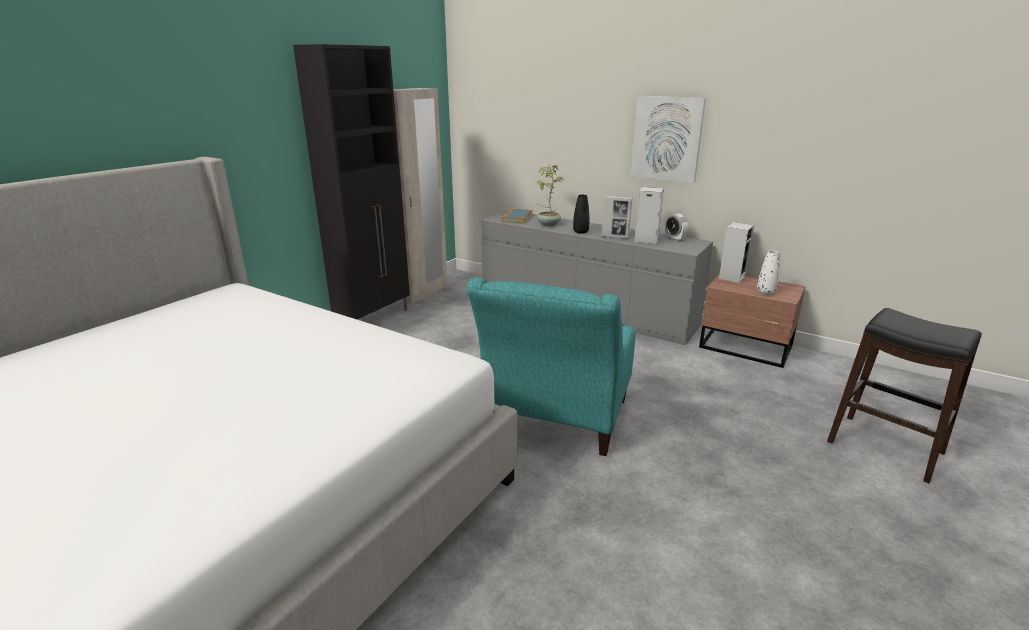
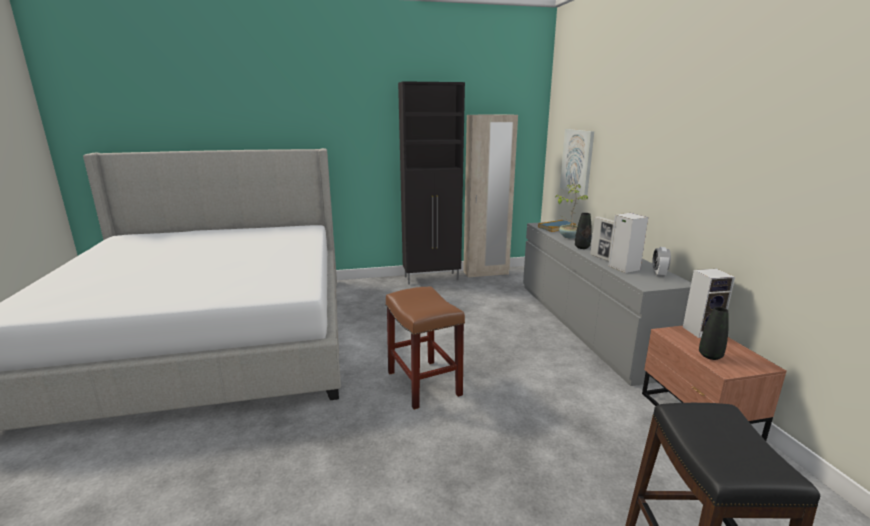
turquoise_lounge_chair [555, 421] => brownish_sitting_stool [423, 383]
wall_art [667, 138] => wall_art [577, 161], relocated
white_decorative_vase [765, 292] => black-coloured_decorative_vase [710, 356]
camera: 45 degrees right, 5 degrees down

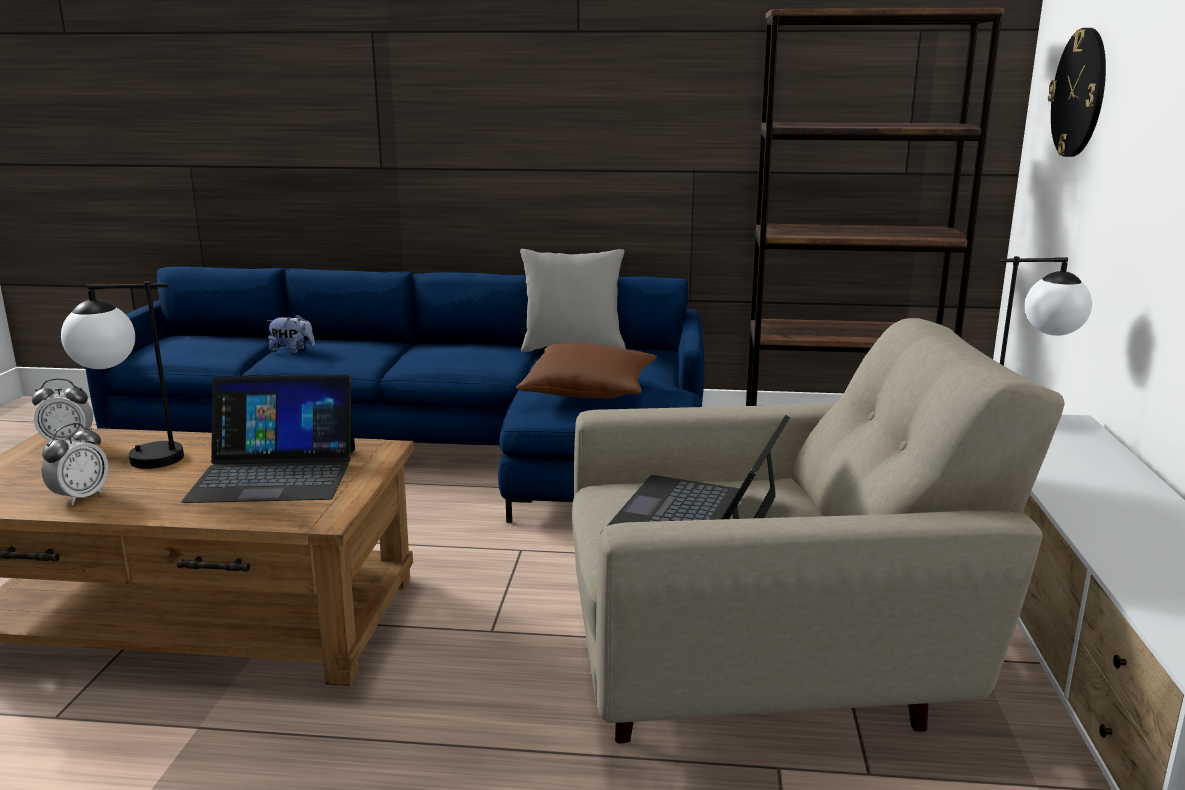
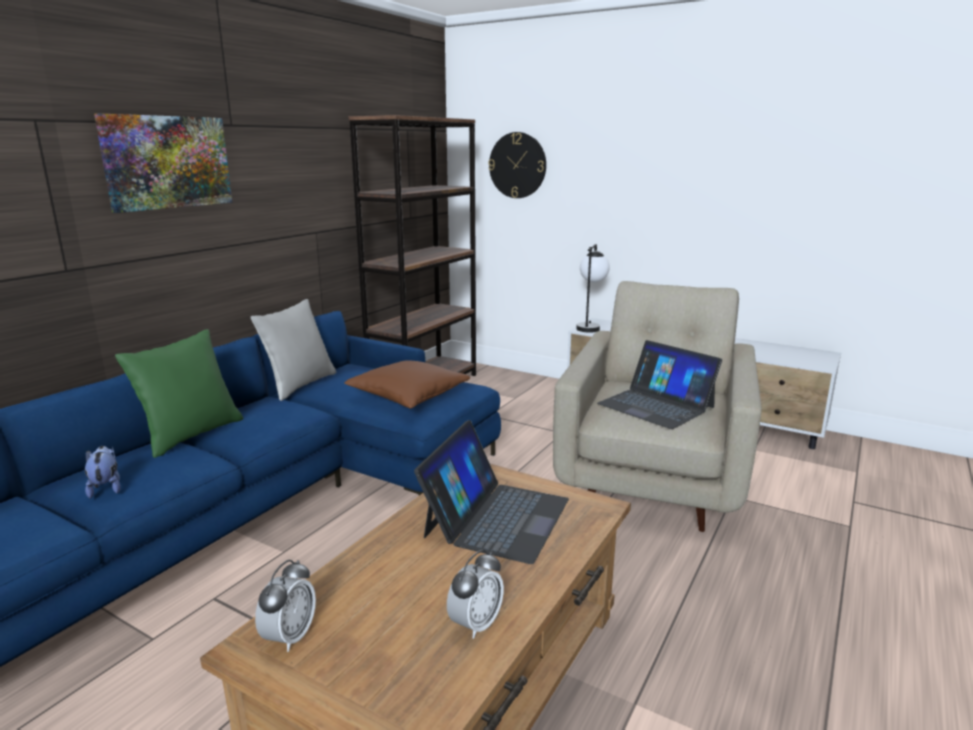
plush_toy [292, 350] => plush_toy [106, 488], 60 degrees counterclockwise
nothing => wall_art [167, 162]
nothing => green_throw_pillow [191, 435]
table_clock [80, 497] => table_clock [475, 624], 75 degrees clockwise
tabletop_lamp [134, 460] => nothing
camera: 65 degrees left, 0 degrees up

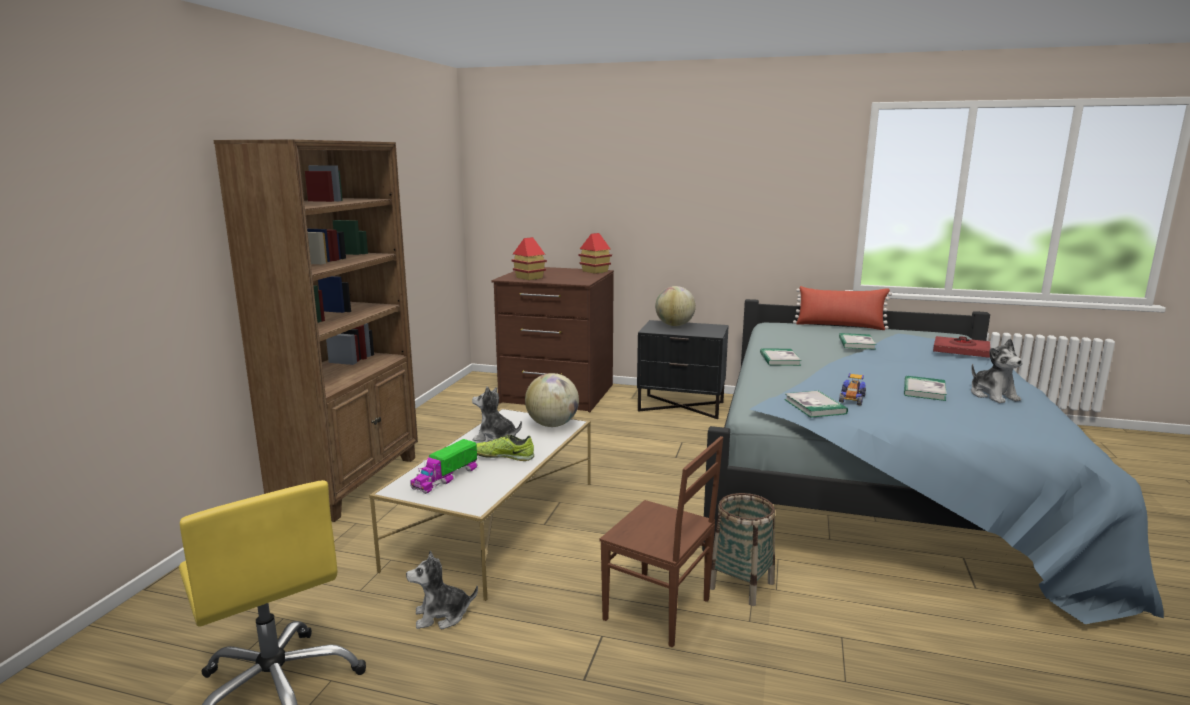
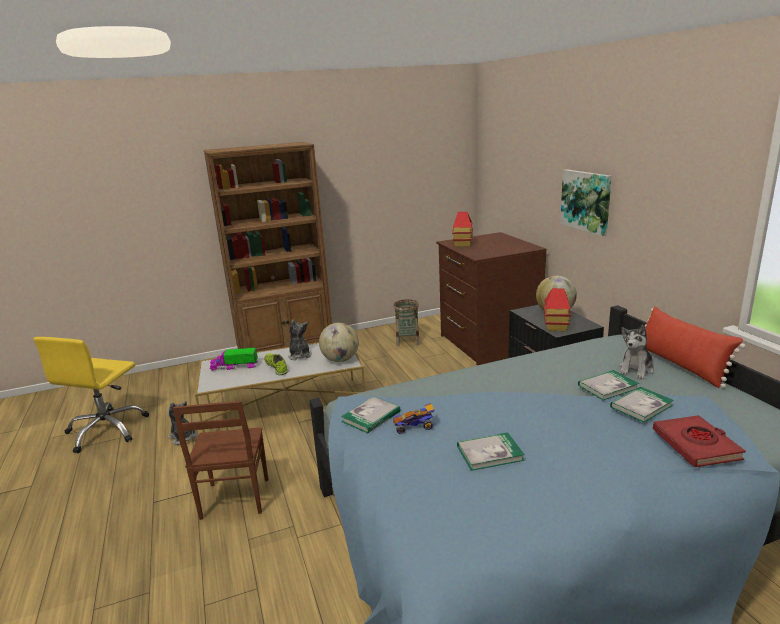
storage_basket [741, 585] => storage_basket [407, 341], relocated
toy_house [595, 271] => toy_house [555, 327], relocated
nothing => wall_art [586, 201]
volume [779, 359] => volume [641, 406], relocated
plush_toy [993, 395] => plush_toy [636, 370], relocated
camera: 55 degrees right, 5 degrees up

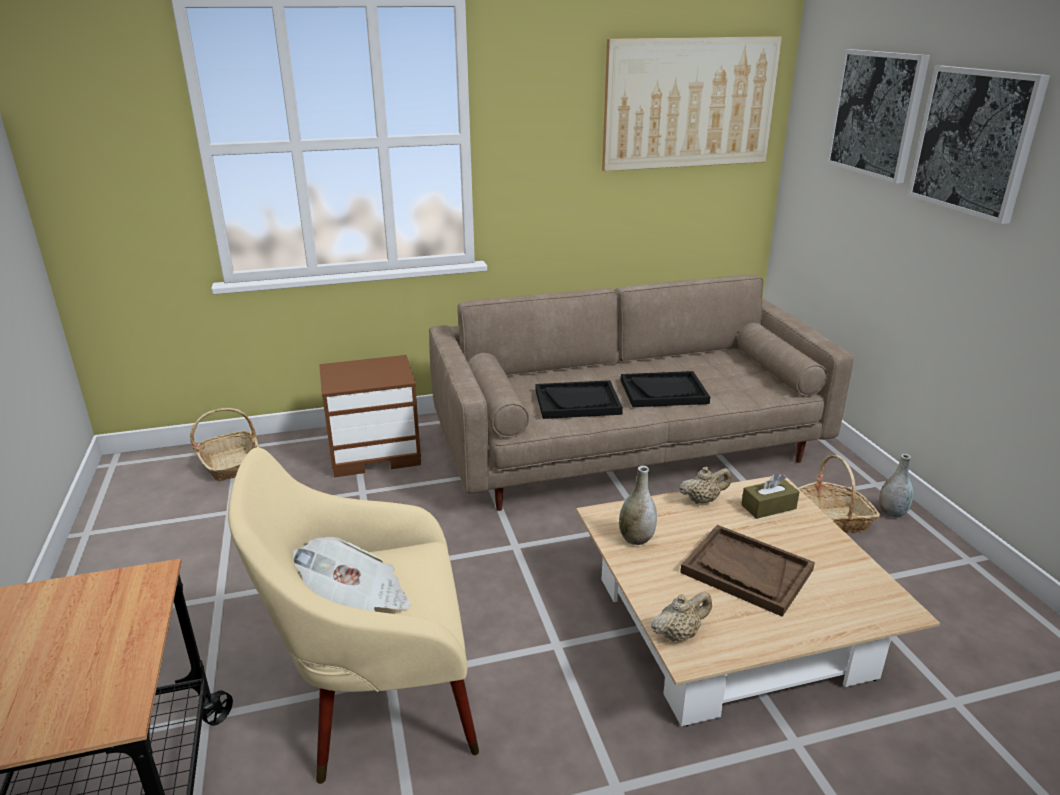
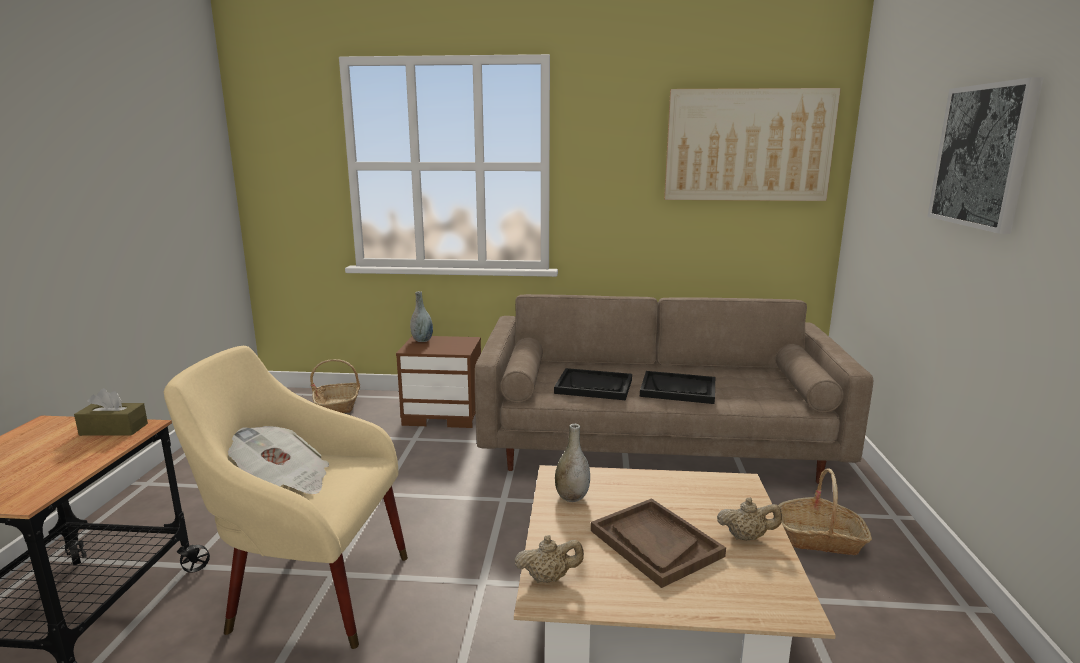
brownish_tissue_box [768, 507] => brownish_tissue_box [114, 429], relocated
greyish_decorative_vase [892, 513] => greyish_decorative_vase [422, 340], relocated
sand-coloured_pot_for_tea [703, 500] => sand-coloured_pot_for_tea [746, 537], relocated
wall_art [876, 114] => nothing
camera: 20 degrees right, 10 degrees down

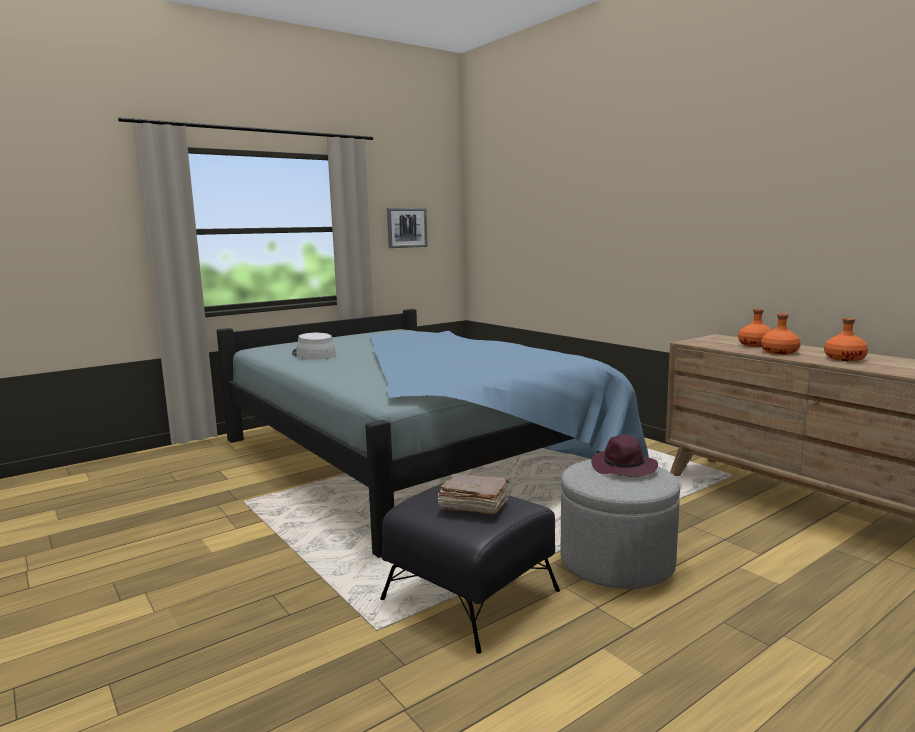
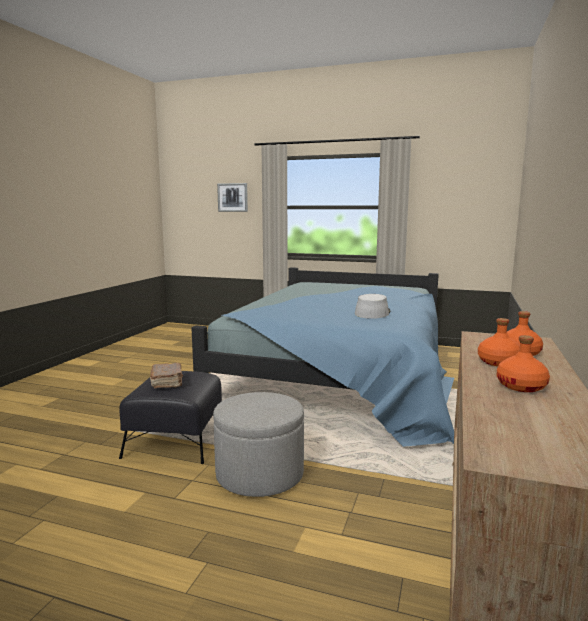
wall_art [406, 227] => wall_art [232, 197], relocated
greyish_clothing_hat [313, 354] => greyish_clothing_hat [372, 313], relocated
purple-coloured_clothing_hat [624, 468] => nothing
camera: 55 degrees right, 0 degrees up

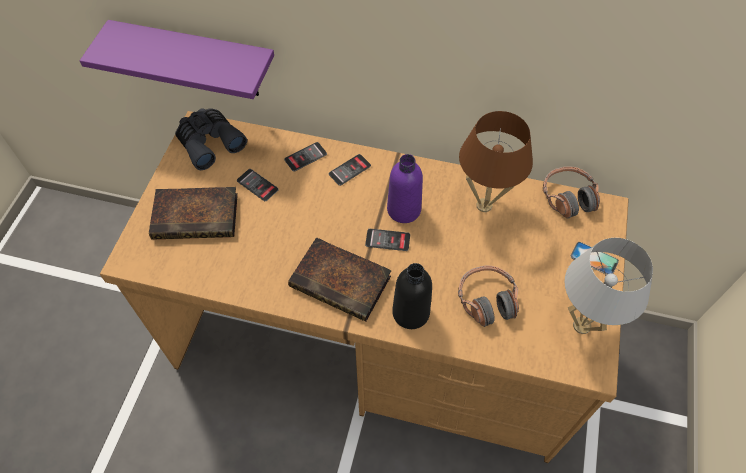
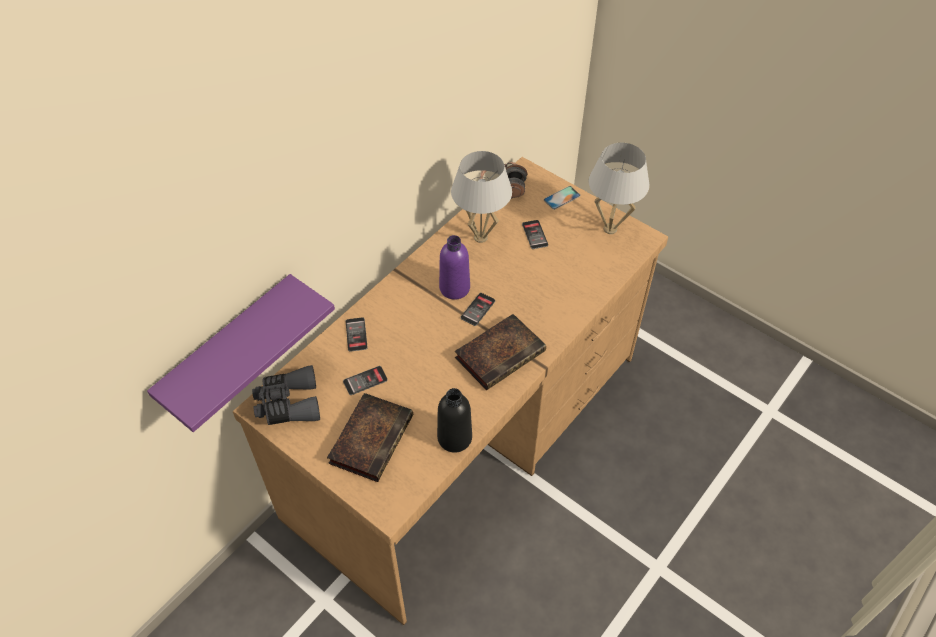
black-coloured_bottle [411, 313] => black-coloured_bottle [454, 438], relocated
brownish_tabletop_lamp [484, 205] => white_tabletop_lamp [481, 237]
phone [349, 170] => phone [535, 235], relocated
headphones [487, 300] => nothing
camera: 65 degrees left, 5 degrees down

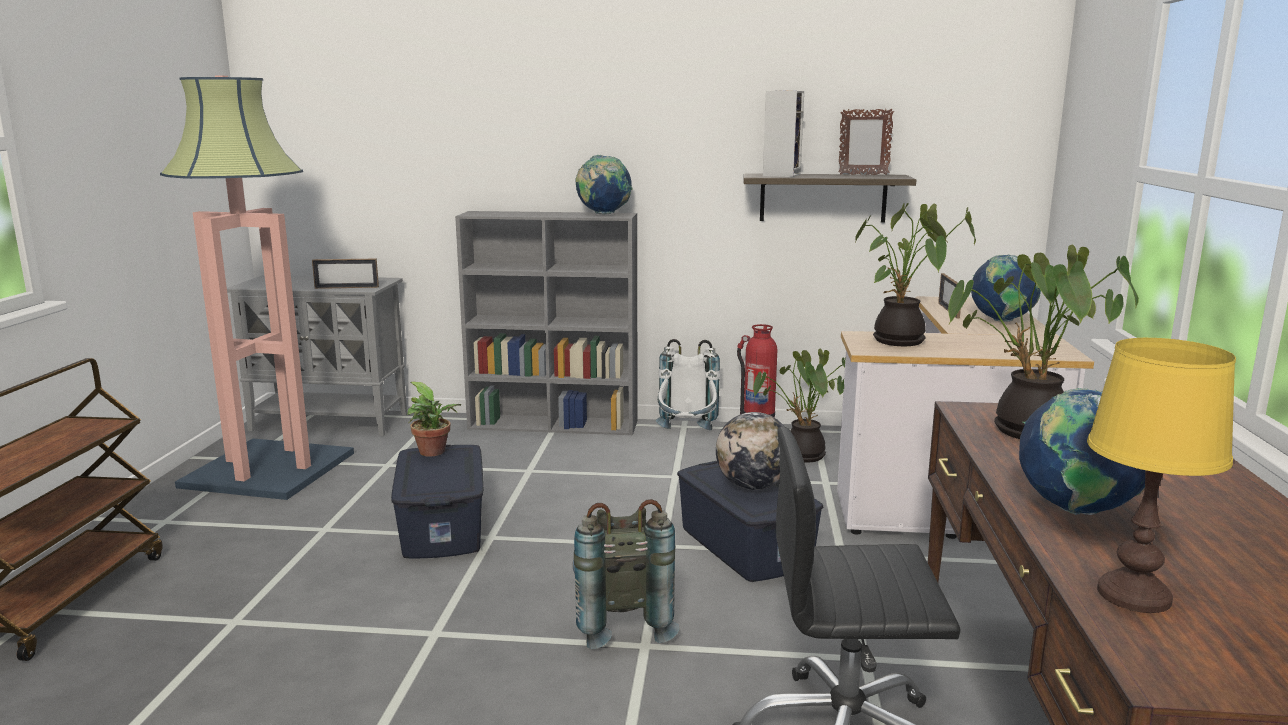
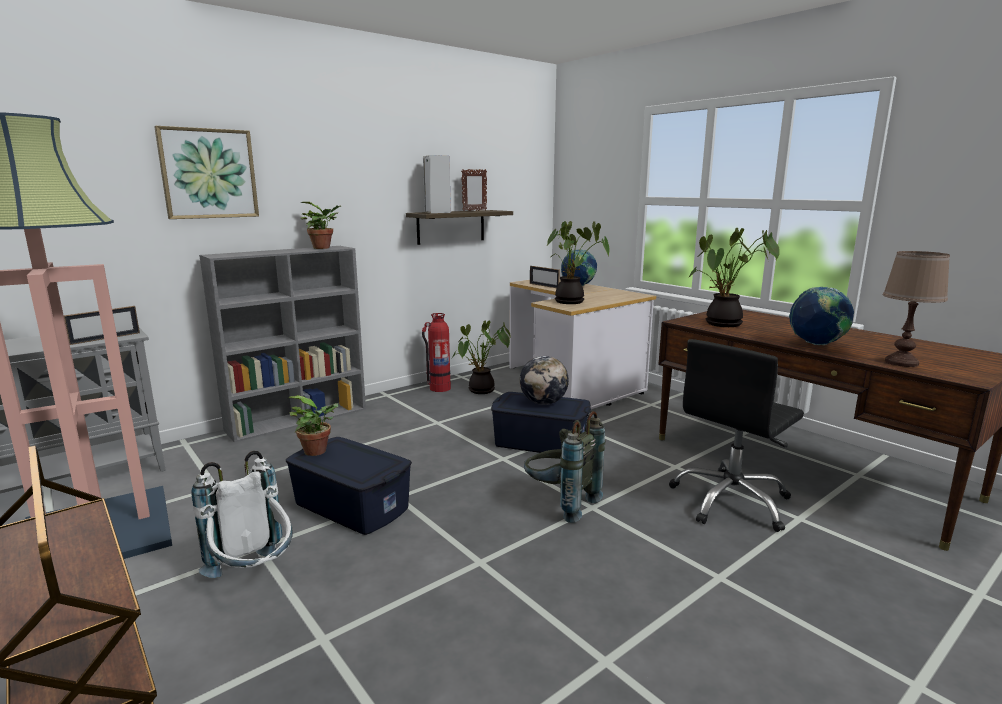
nothing => wall_art [208, 174]
white_backpack [687, 436] => white_backpack [254, 577], relocated
globe [603, 214] => houseplant [324, 248]
yellowish_tabletop_lamp [1133, 595] => brownish_tabletop_lamp [901, 362]
camera: 45 degrees left, 0 degrees up

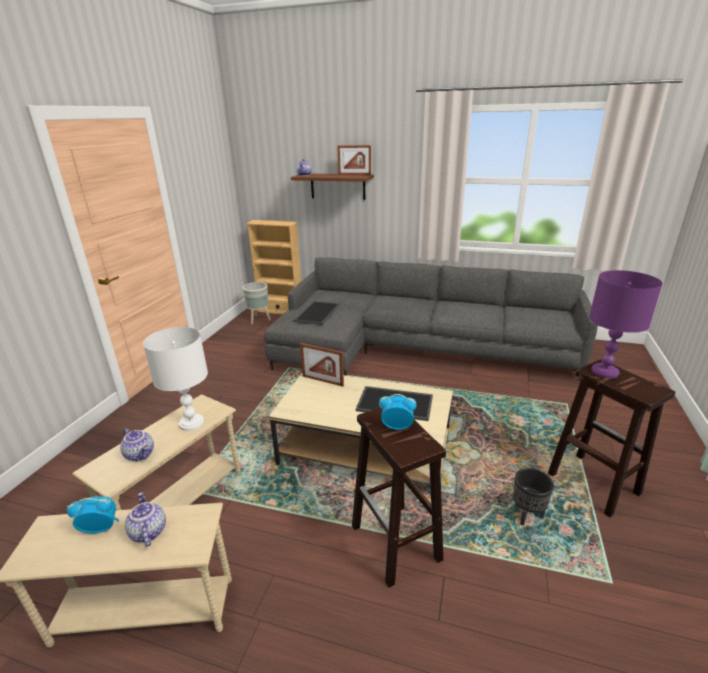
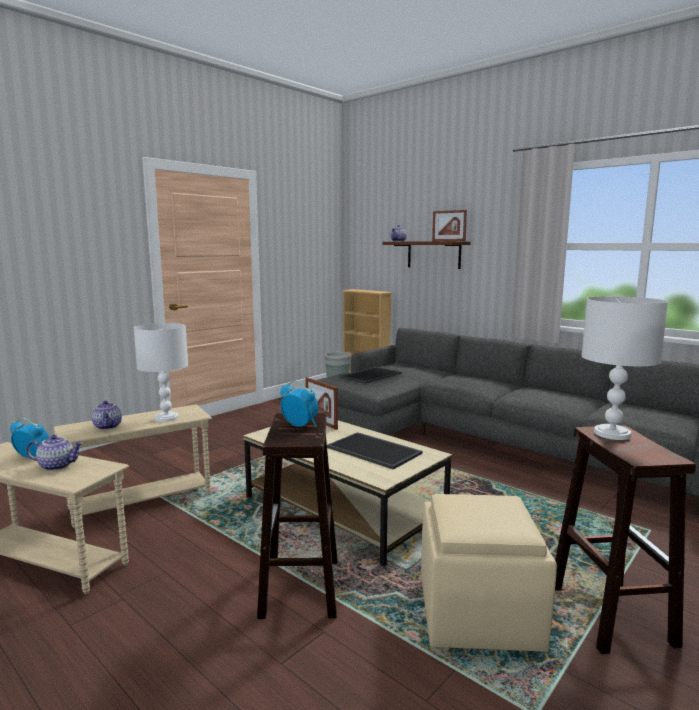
pot_for_tea [147, 532] => pot_for_tea [58, 466], 90 degrees clockwise
black-coloured_flower_pot [527, 515] => sand-coloured_pouffe [480, 615]
purple-coloured_tabletop_lamp [604, 371] => white_tabletop_lamp [611, 433]
camera: 25 degrees right, 15 degrees down

